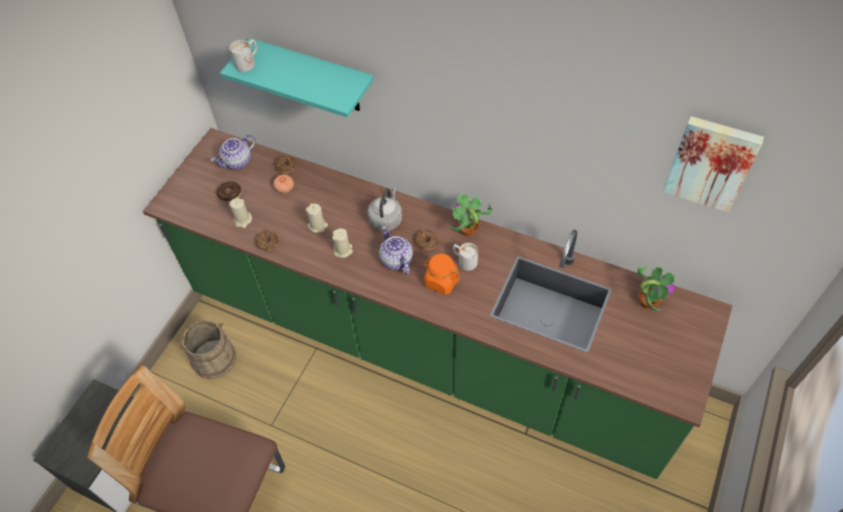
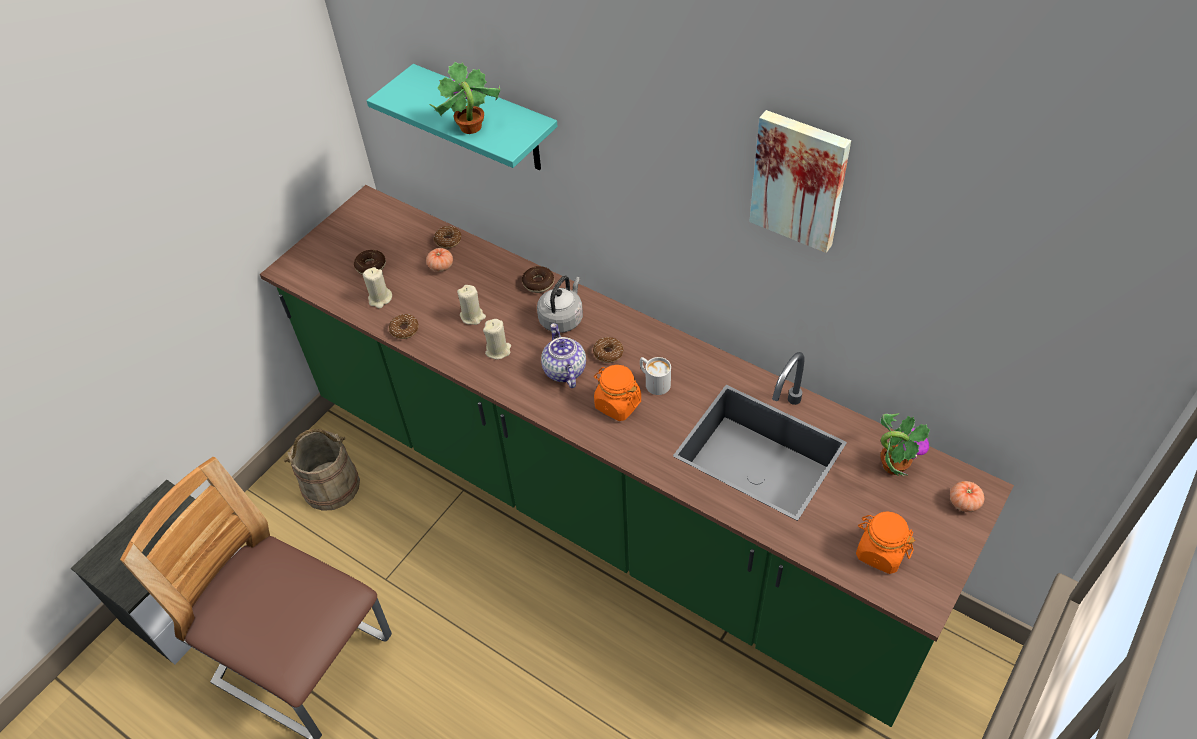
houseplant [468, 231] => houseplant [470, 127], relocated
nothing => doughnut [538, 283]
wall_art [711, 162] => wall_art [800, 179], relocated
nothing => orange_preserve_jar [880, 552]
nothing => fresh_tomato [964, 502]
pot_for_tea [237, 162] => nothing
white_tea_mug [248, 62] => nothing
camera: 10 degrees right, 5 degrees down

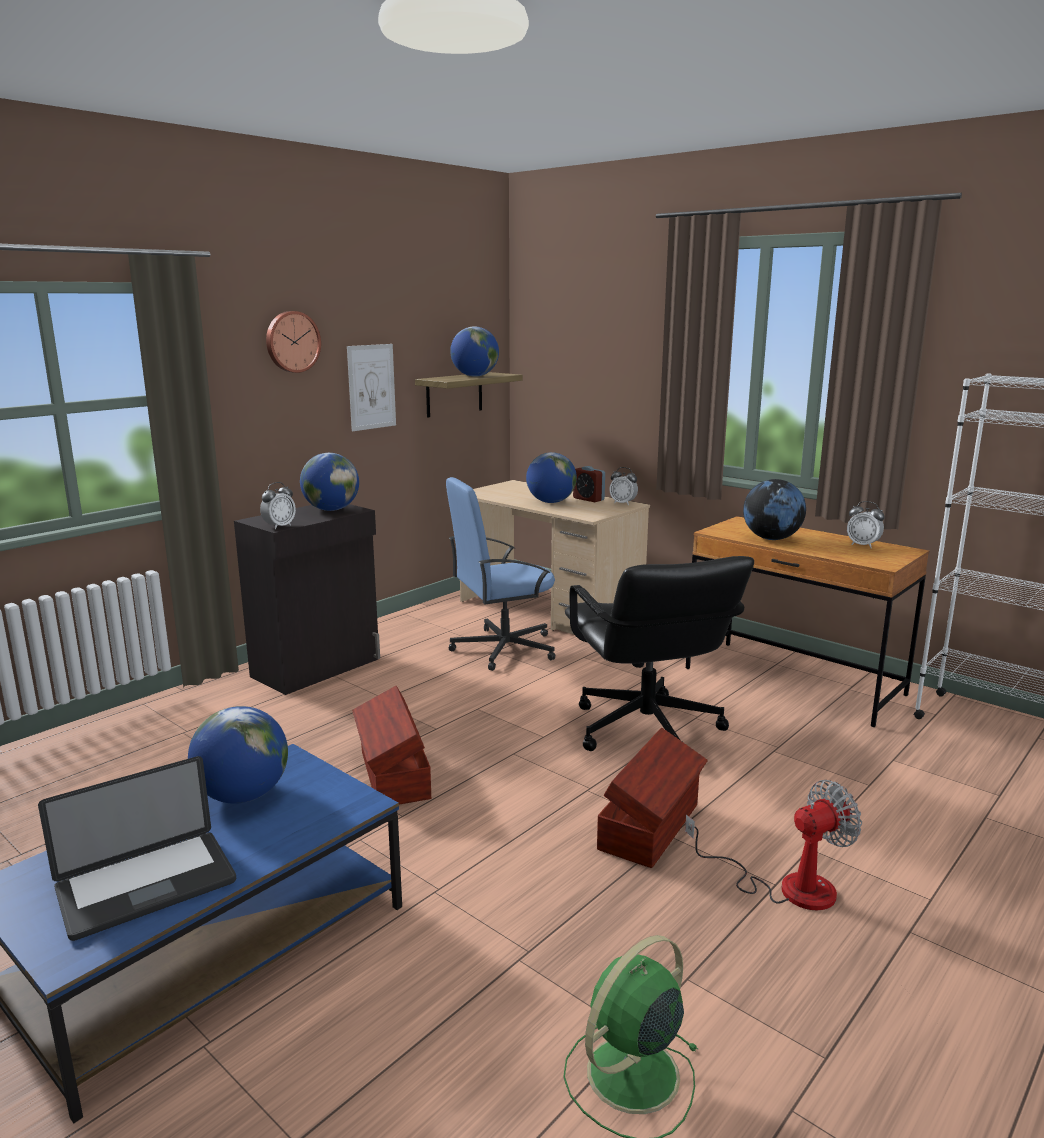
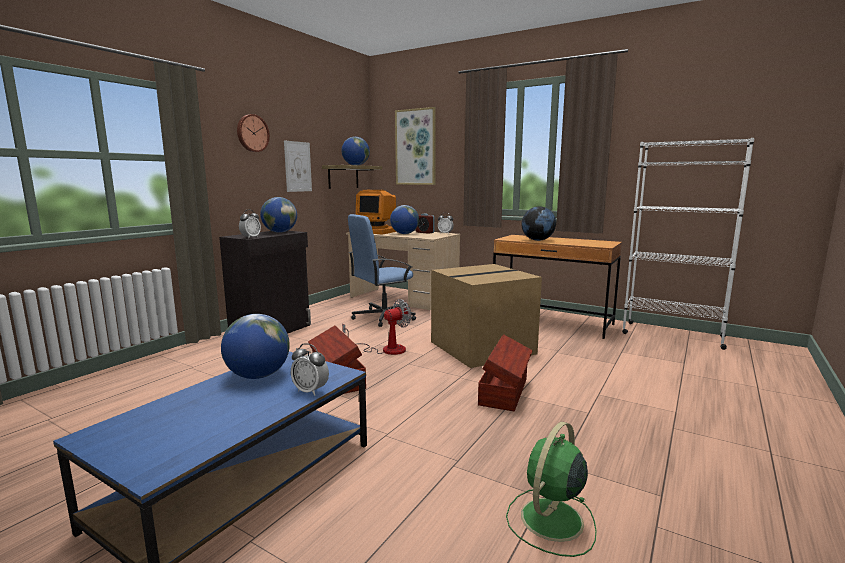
table_clock [863, 545] => table_clock [310, 391], relocated
fan [787, 886] => fan [385, 349], relocated
nothing => monitor [377, 231]
nothing => wall_art [415, 147]
black-coloured_desk_chair [646, 731] => carton [482, 348]
portable_computer [146, 886] => nothing
camera: 10 degrees left, 5 degrees down

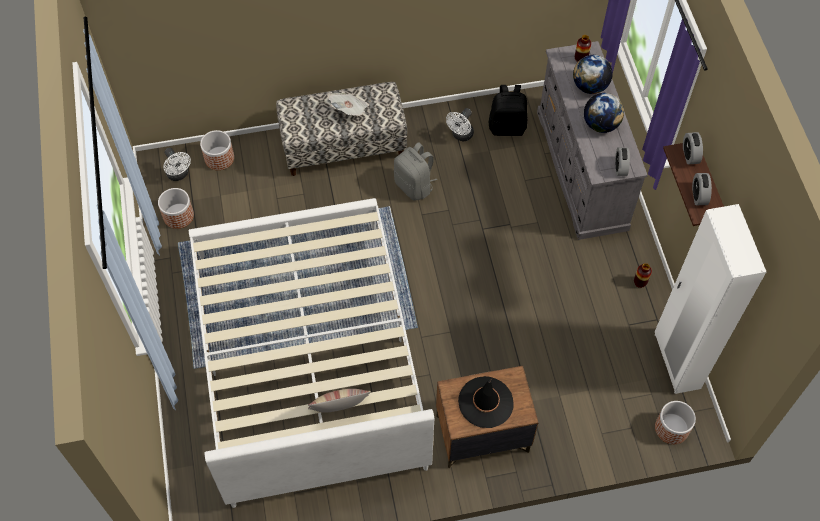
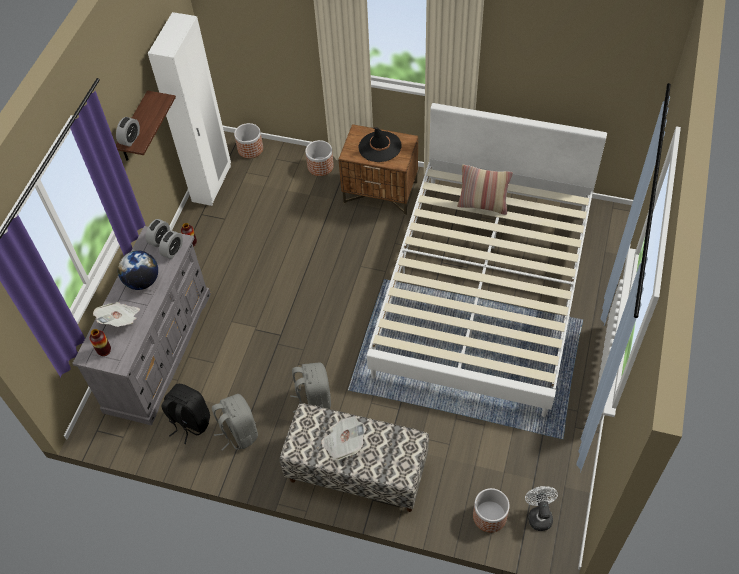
globe [590, 86] => newspaper [120, 320]
table_clock [699, 196] => table_clock [173, 250], relocated
white_fan [461, 135] => greyish_backpack [238, 432]
flower_pot [178, 216] => flower_pot [320, 166], relocated
camera: 150 degrees left, 5 degrees down

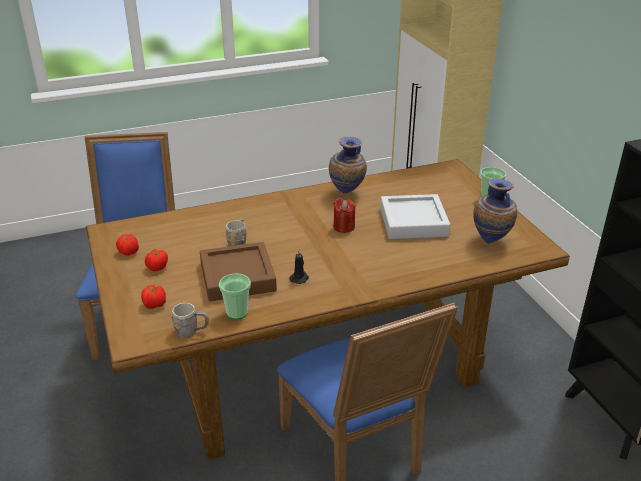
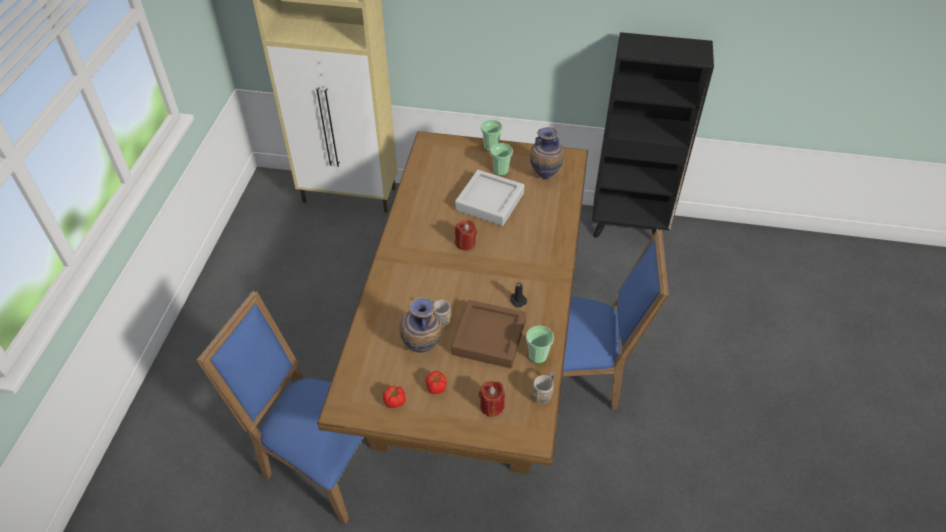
decorative_vase [347, 194] => decorative_vase [423, 348], relocated
fresh_tomato [155, 304] => reddish_candle [492, 406]
nothing => small_cup [500, 170]
camera: 60 degrees left, 15 degrees up

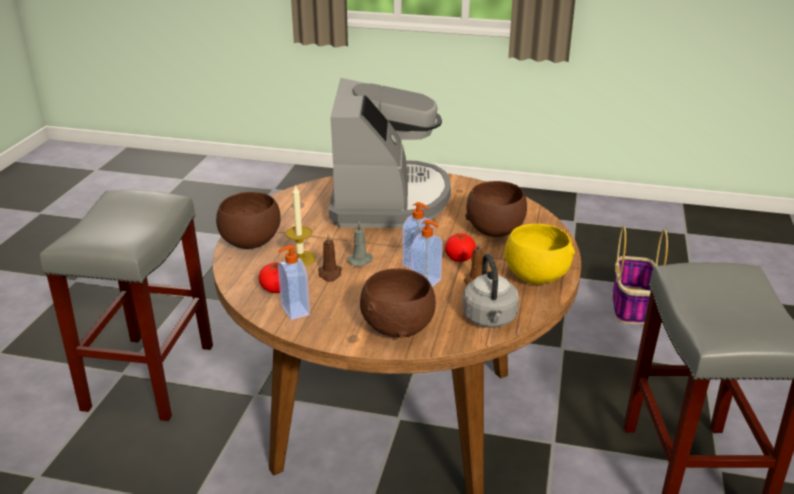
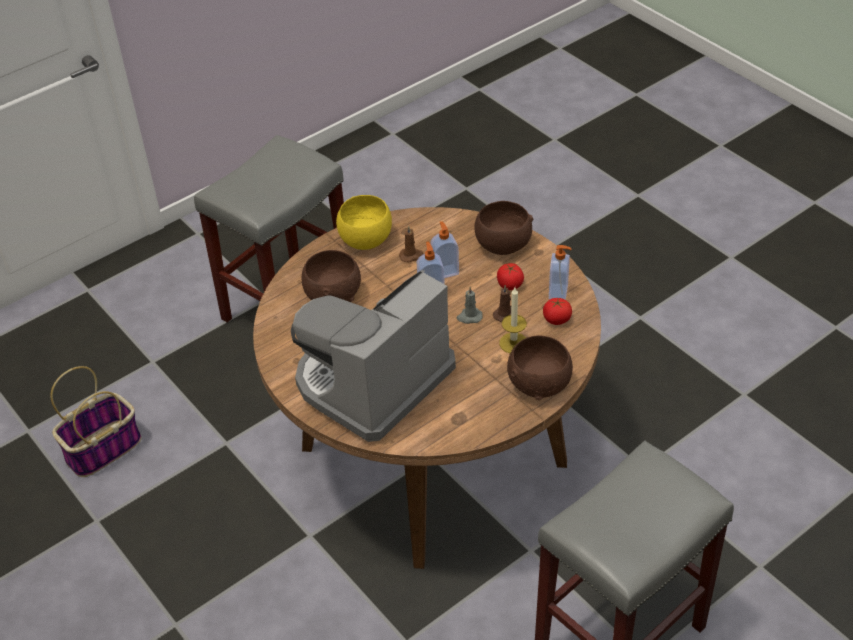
fresh_tomato [460, 258] => fresh_tomato [509, 285], relocated
greyish_kettle [490, 319] => nothing
camera: 140 degrees left, 15 degrees up

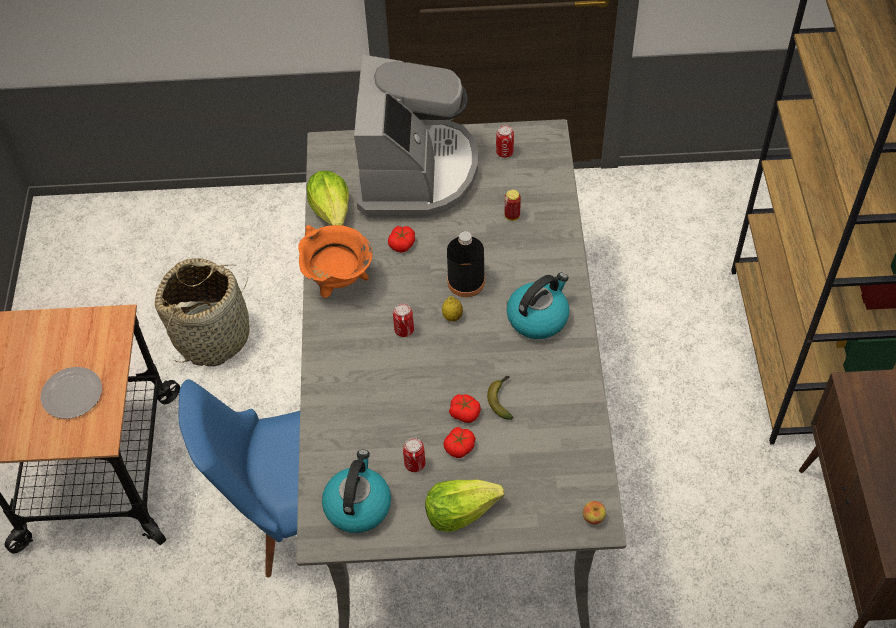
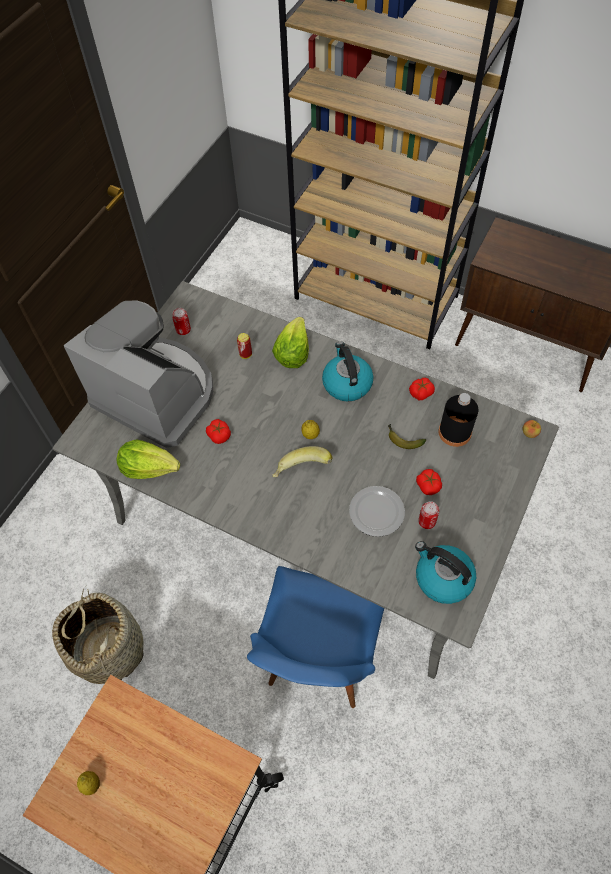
nothing => whole_lemon [91, 784]
head_of_lettuce [460, 511] => head_of_lettuce [292, 352], relocated
metal_can [404, 330] => banana [302, 472]
flat_dish [73, 395] => flat_dish [377, 512], relocated
fresh_tomato [464, 413] => fresh_tomato [421, 392], relocated
black-coloured_bottle [466, 282] => black-coloured_bottle [454, 432], relocated
orange_saucepot [338, 283] => nothing
camera: 60 degrees left, 5 degrees up

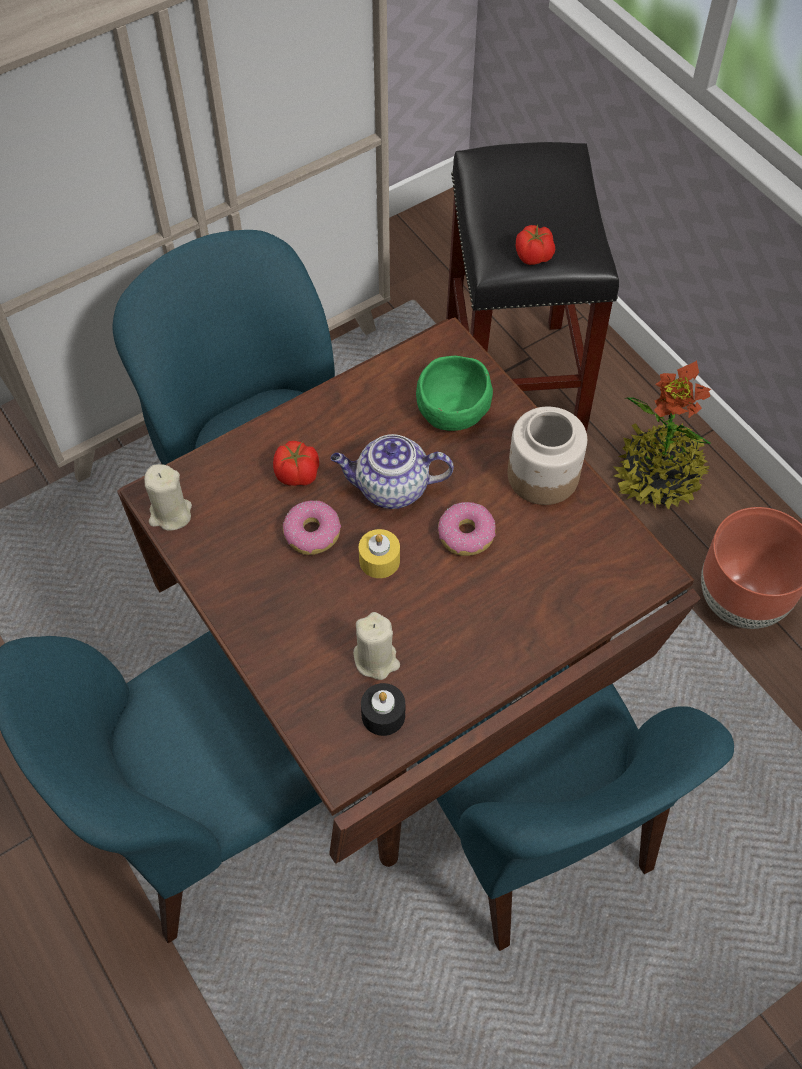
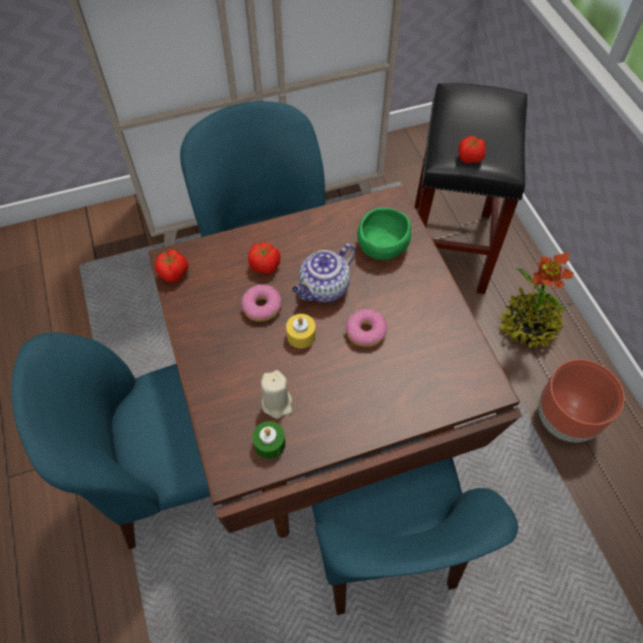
sand-coloured_candle [170, 514] => fresh_tomato [174, 273]
black-coloured_candle [383, 715] => green_candle [269, 443]
pot_for_tea [390, 488] => pot_for_tea [324, 289], 60 degrees counterclockwise
preserve_jar [542, 476] => nothing
camera: 15 degrees right, 0 degrees up

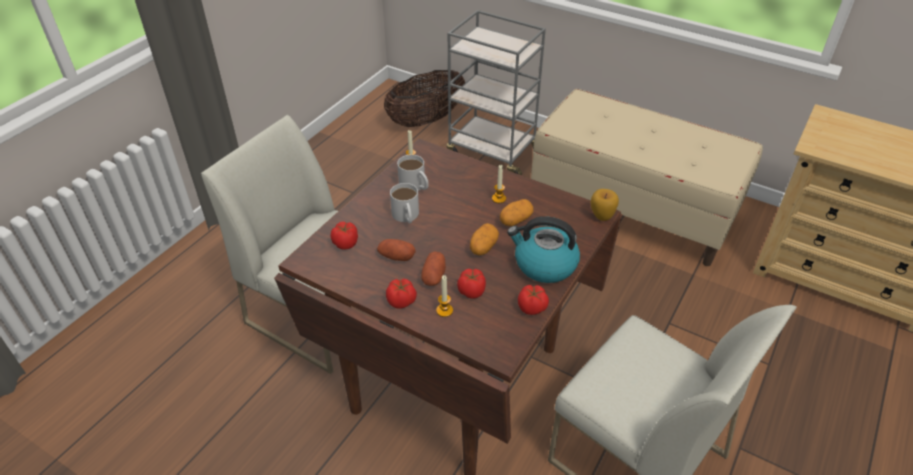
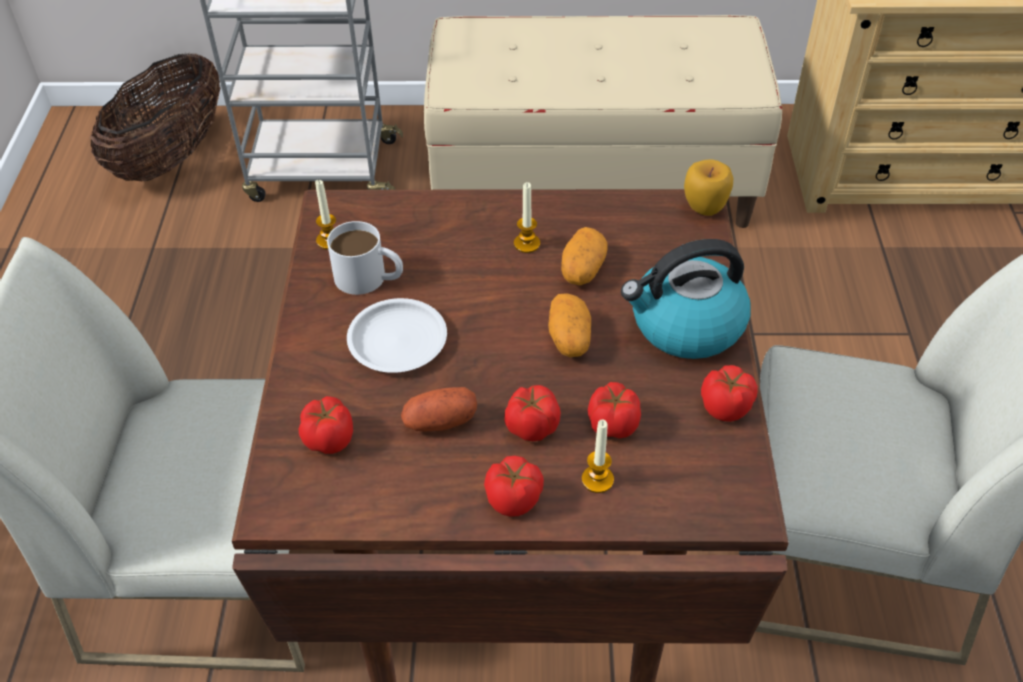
white_tea_mug [406, 216] => white_flat_dish [398, 341]
spud [434, 276] => fresh_tomato [531, 427]
camera: 30 degrees left, 5 degrees up

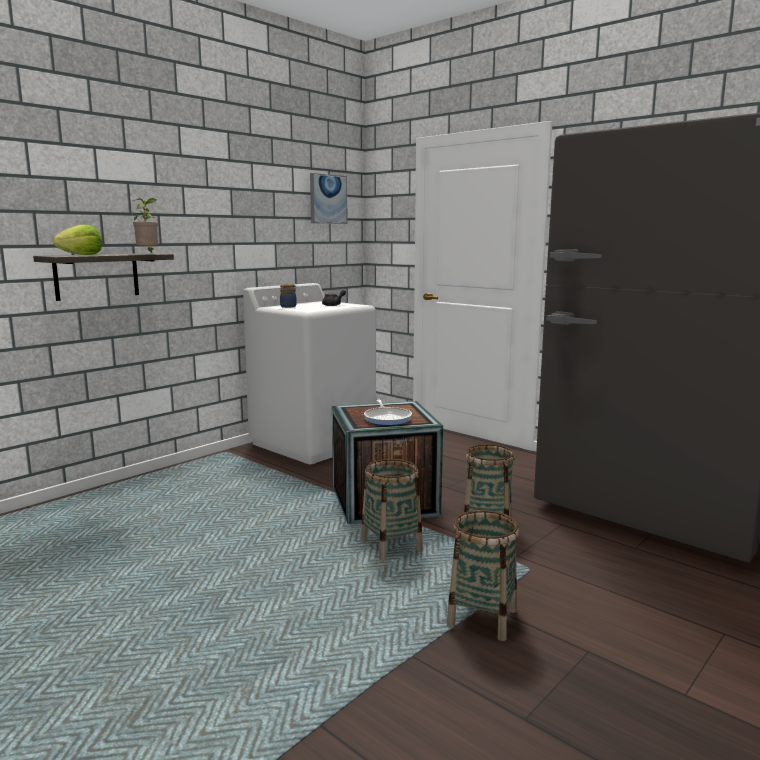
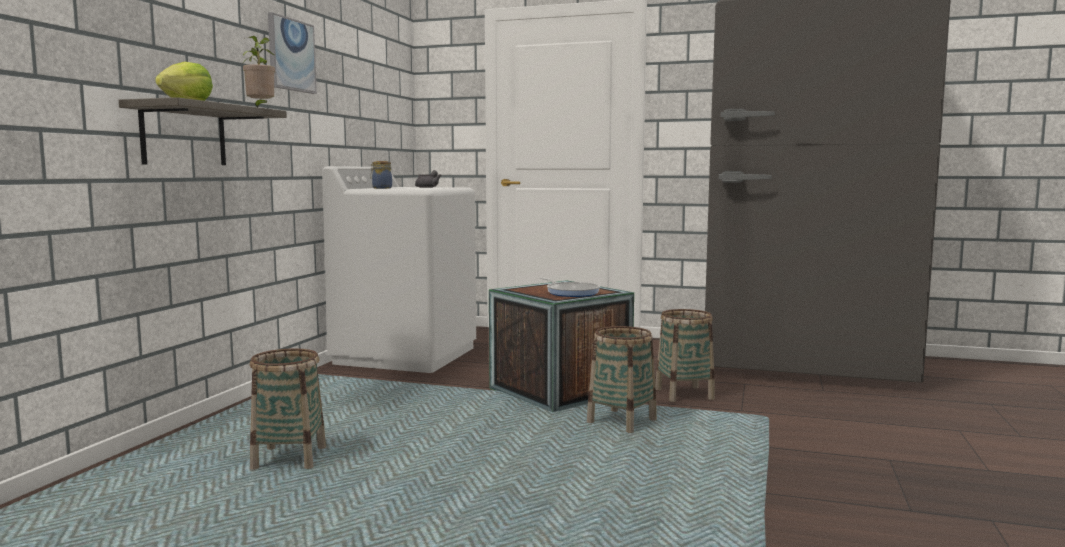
storage_basket [482, 618] => storage_basket [289, 459], relocated
wall_art [328, 199] => wall_art [291, 55], relocated
camera: 25 degrees left, 5 degrees down

